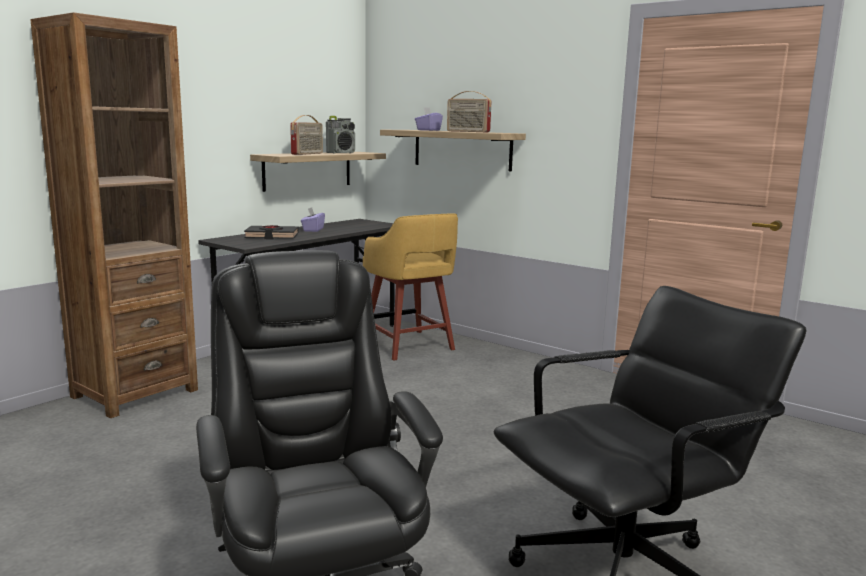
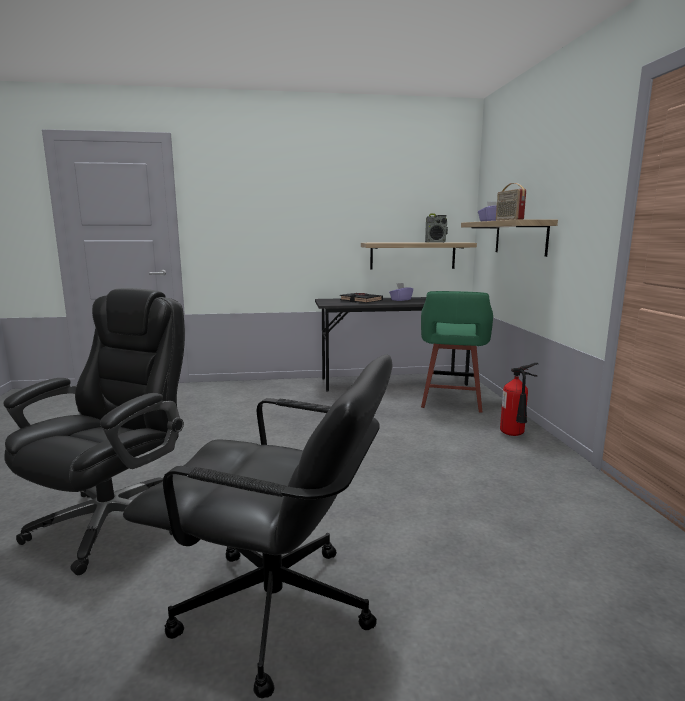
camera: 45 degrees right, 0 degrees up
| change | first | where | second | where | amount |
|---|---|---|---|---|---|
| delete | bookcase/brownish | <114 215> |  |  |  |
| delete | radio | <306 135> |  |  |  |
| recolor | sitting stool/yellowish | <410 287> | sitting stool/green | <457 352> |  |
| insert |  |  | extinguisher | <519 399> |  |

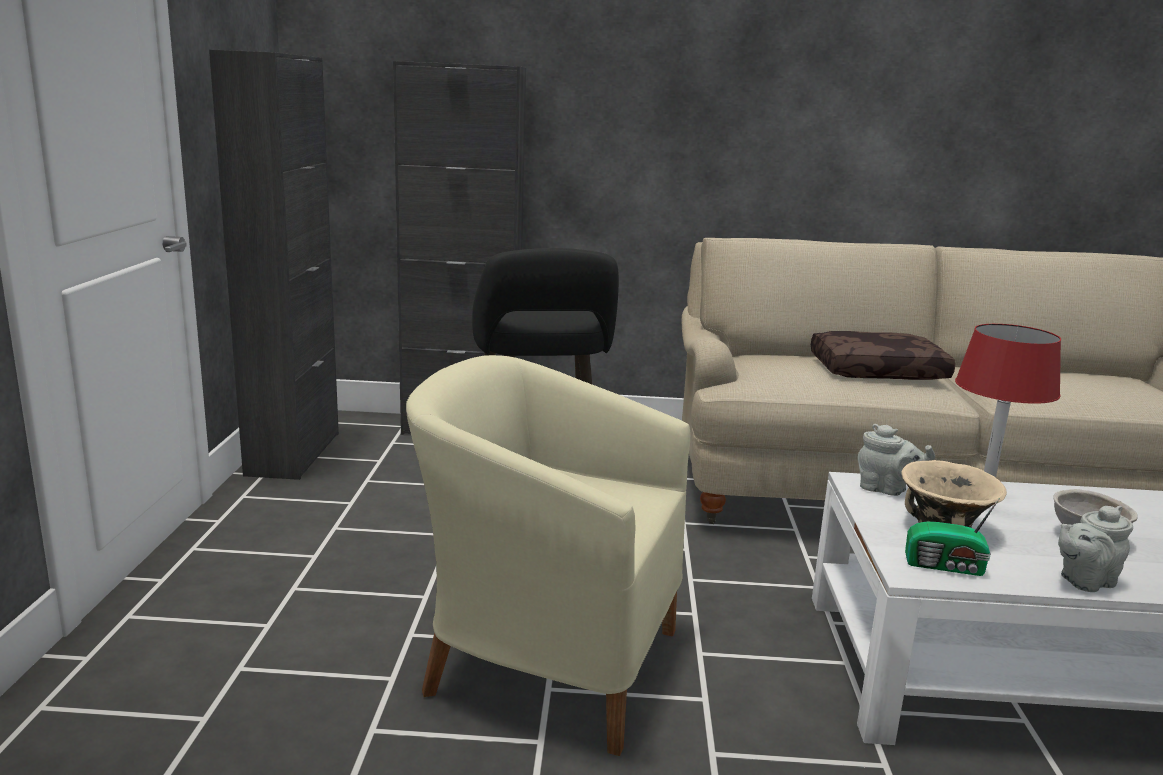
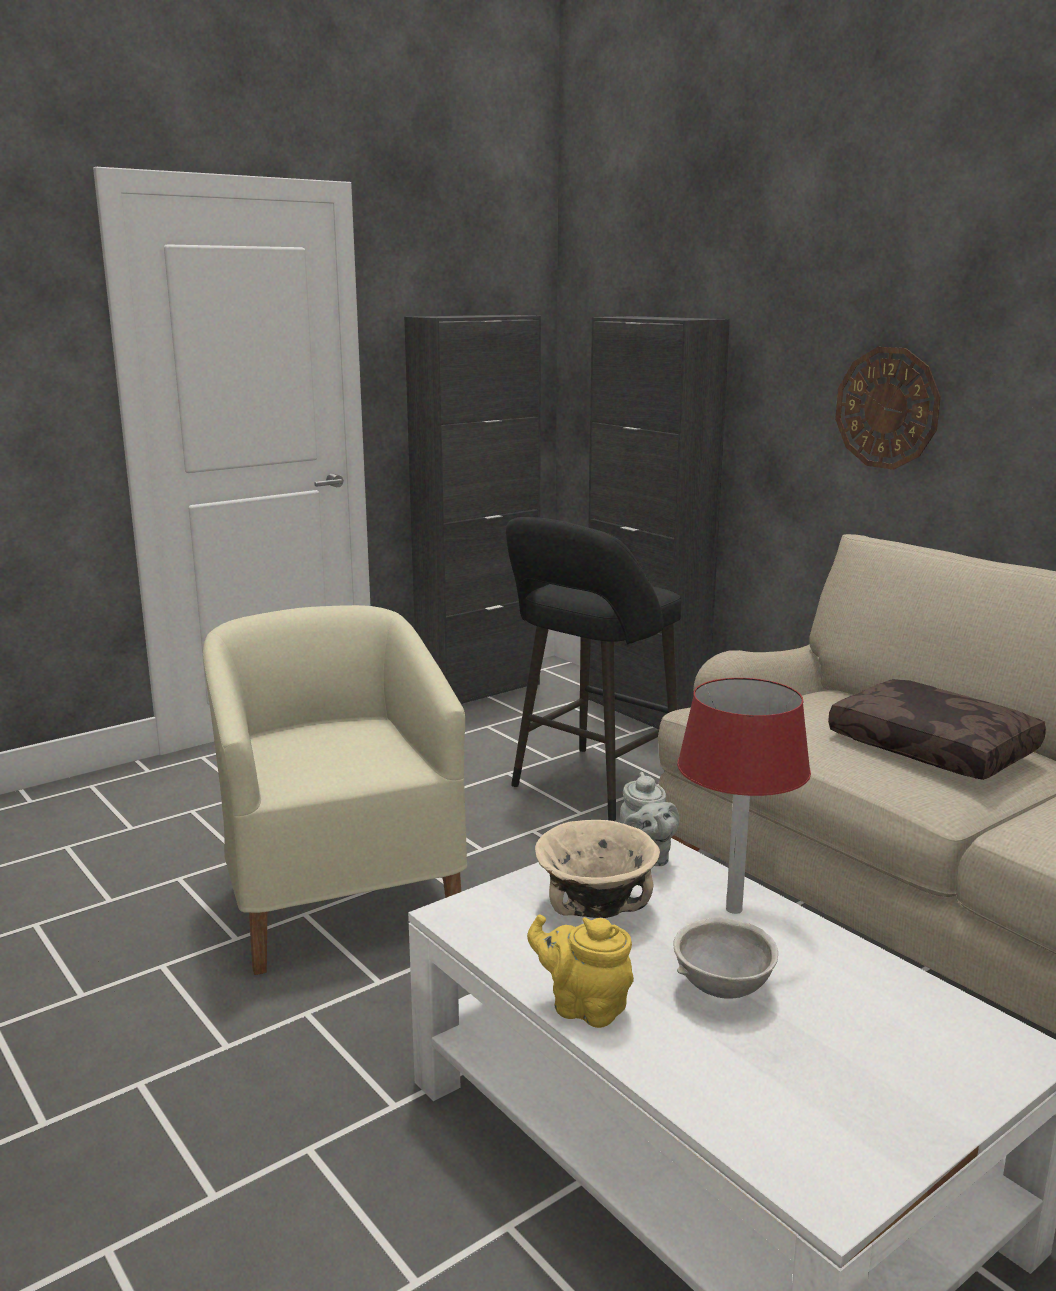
camera: 50 degrees right, 0 degrees up
| change | first | where | second | where | amount |
|---|---|---|---|---|---|
| delete | radio | <952 537> |  |  |  |
| recolor | teapot/greyish | <1095 549> | teapot/yellowish | <580 971> |  |
| insert |  |  | clock on the wall | <888 408> |  |

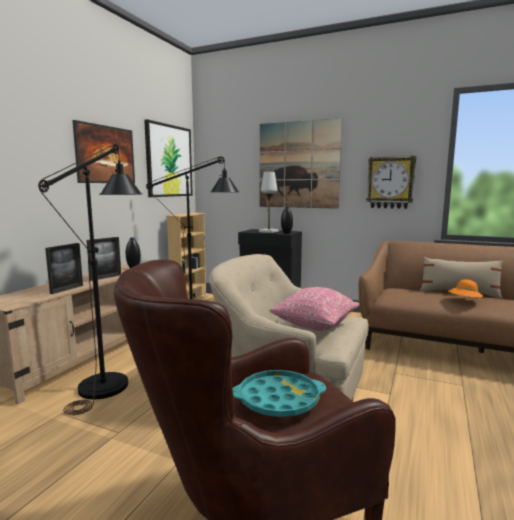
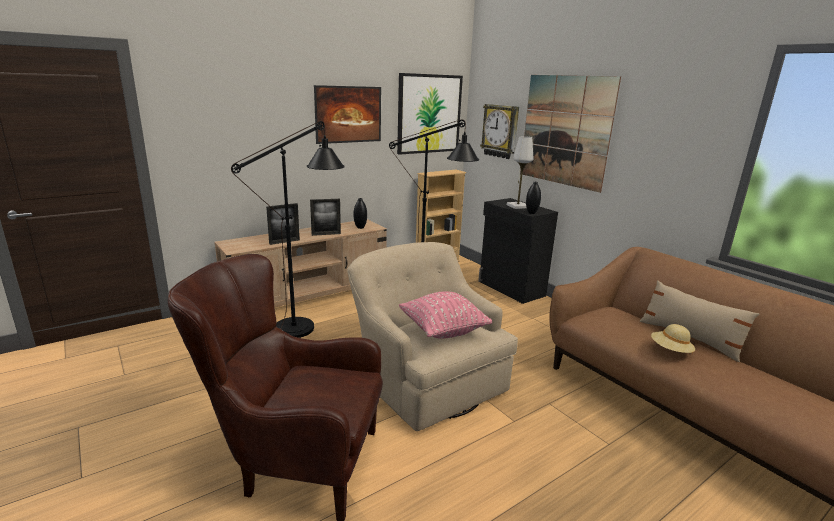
camera: 30 degrees right, 10 degrees up
| change | first | where | second | where | amount |
|---|---|---|---|---|---|
| move | clock on the wall | <391 182> |  | <499 131> |  |
| recolor | hat/orangey | <465 289> | hat/sand-coloured | <673 338> |  |
| delete | tray/turquoise | <279 393> |  |  |  |

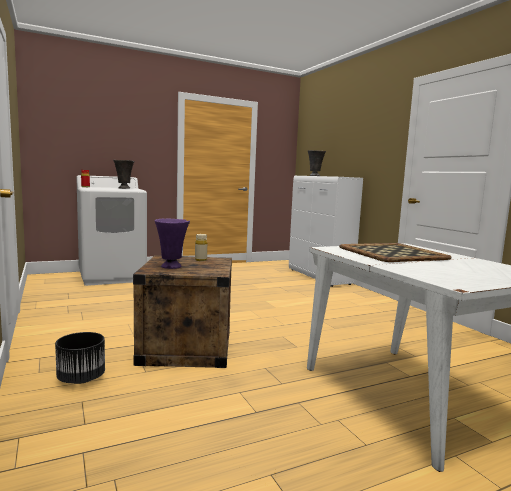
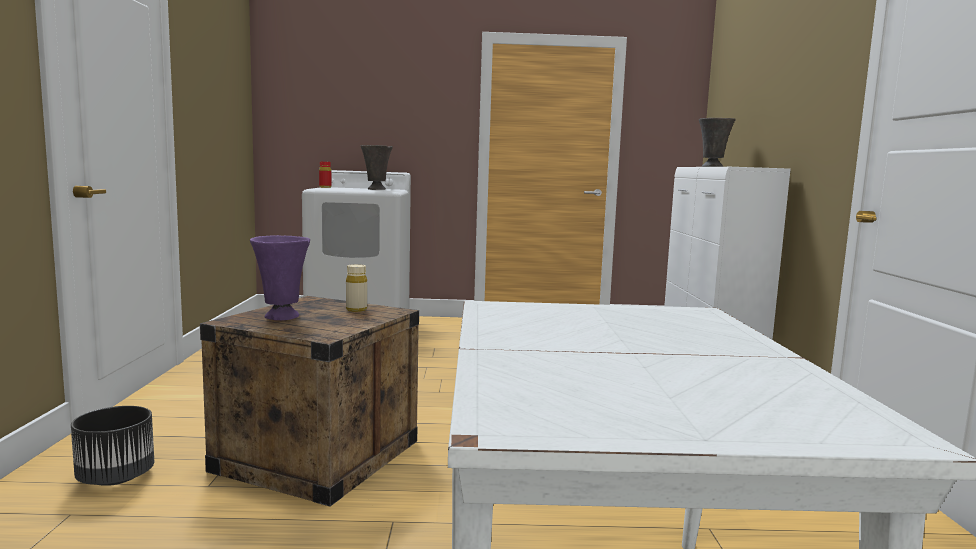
camera: 25 degrees right, 0 degrees up
| change | first | where | second | where | amount |
|---|---|---|---|---|---|
| delete | tray | <395 252> |  |  |  |

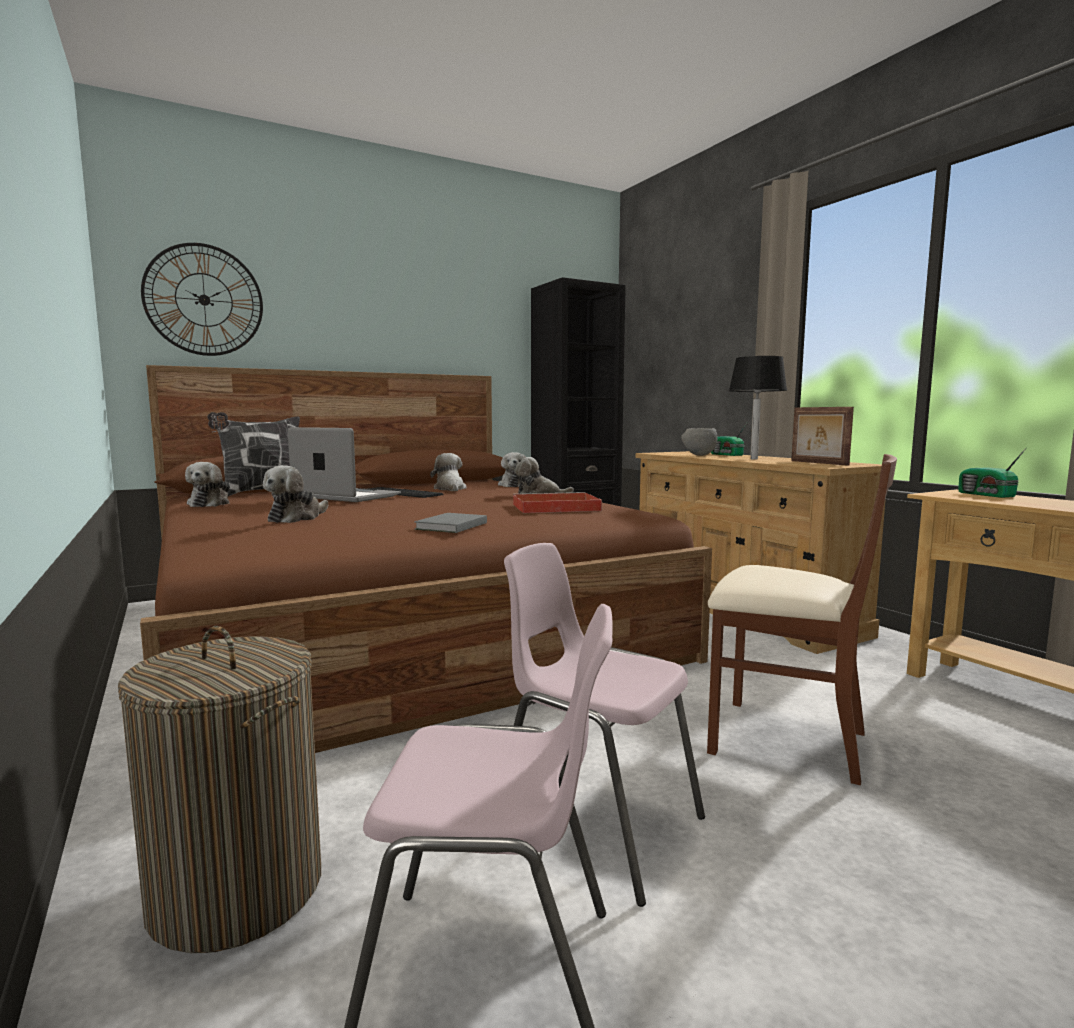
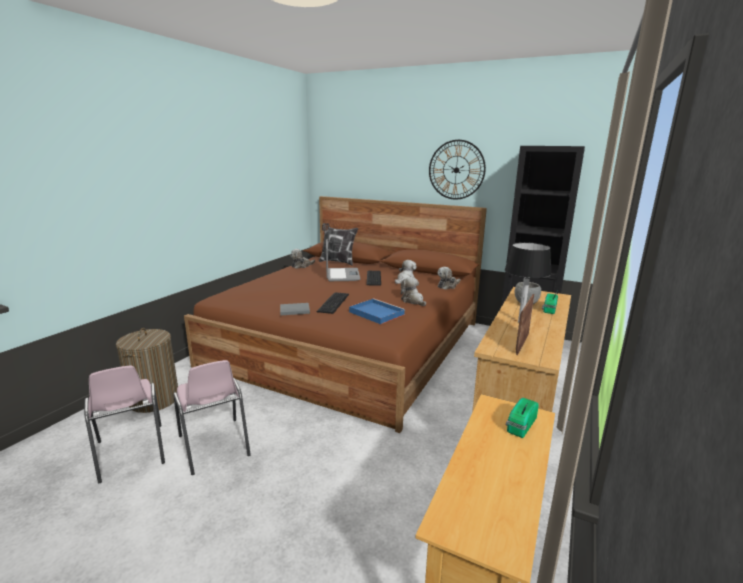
camera: 55 degrees right, 10 degrees up
| change | first | where | second | where | amount |
|---|---|---|---|---|---|
| move | clock on the wall | <202 299> |  | <457 170> |  |
| delete | chair/brownish | <802 619> |  |  |  |
| delete | soft toy | <295 494> |  |  |  |
| recolor | tray/reddish | <557 502> | tray/blue | <377 311> |  |
| rotate | chair/pinkish | <604 725> |  | <212 417> | 150 degrees clockwise |
| insert |  |  | computer keyboard | <332 303> |  |

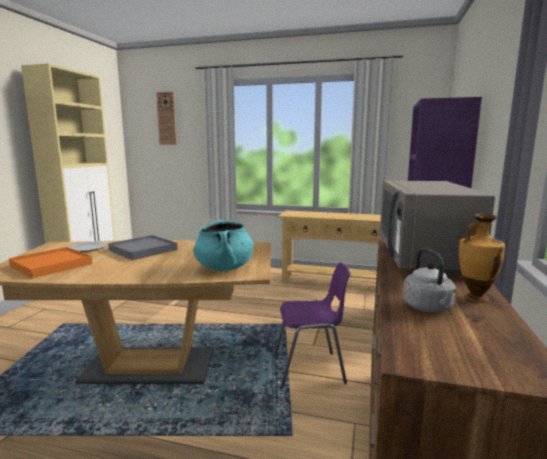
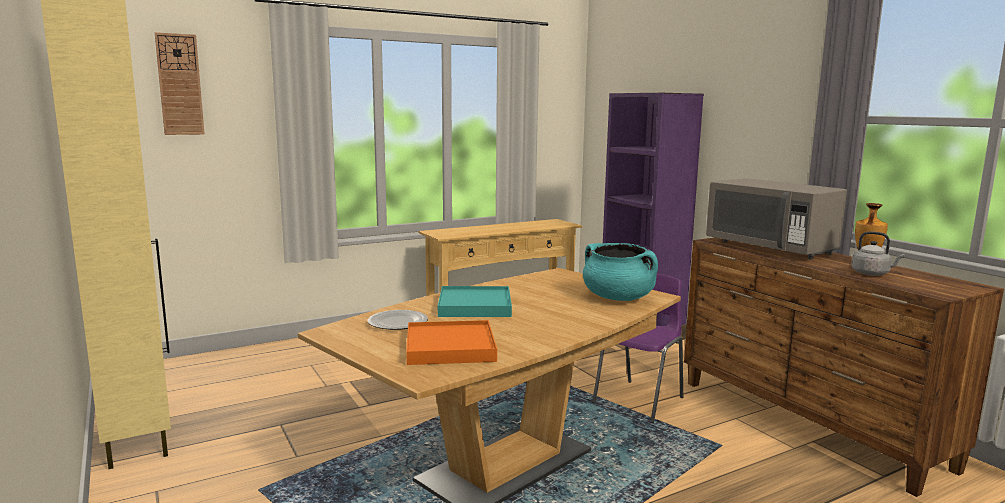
camera: 45 degrees left, 0 degrees up
| change | first | where | second | where | amount |
|---|---|---|---|---|---|
| recolor | tray/greyish | <143 247> | tray/turquoise | <475 301> |  |

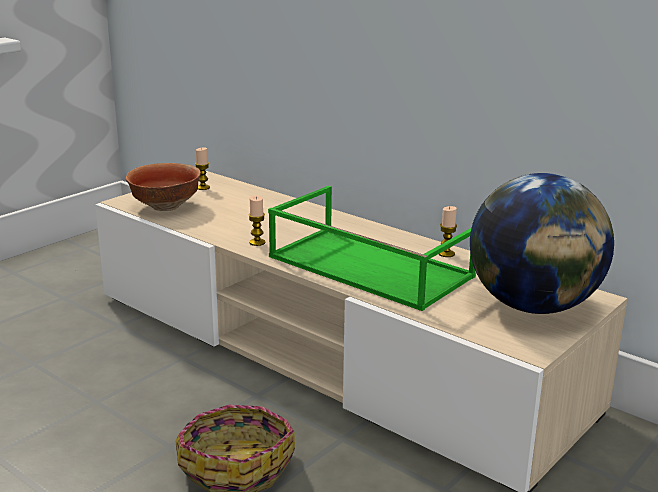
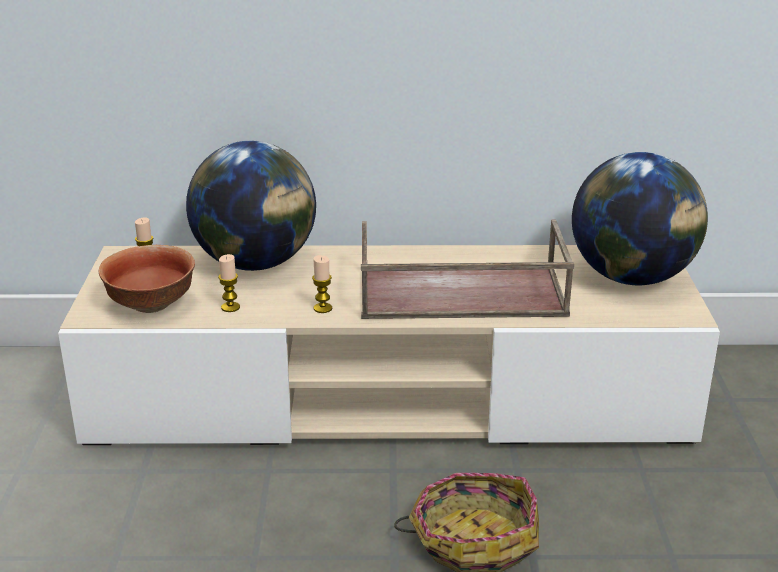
camera: 40 degrees left, 5 degrees up
| change | first | where | second | where | amount |
|---|---|---|---|---|---|
| recolor | tray/green | <372 248> | tray/brownish | <467 269> |  |
| move | candle | <448 231> |  | <229 283> |  |
| insert |  |  | desk globe | <251 206> |  |

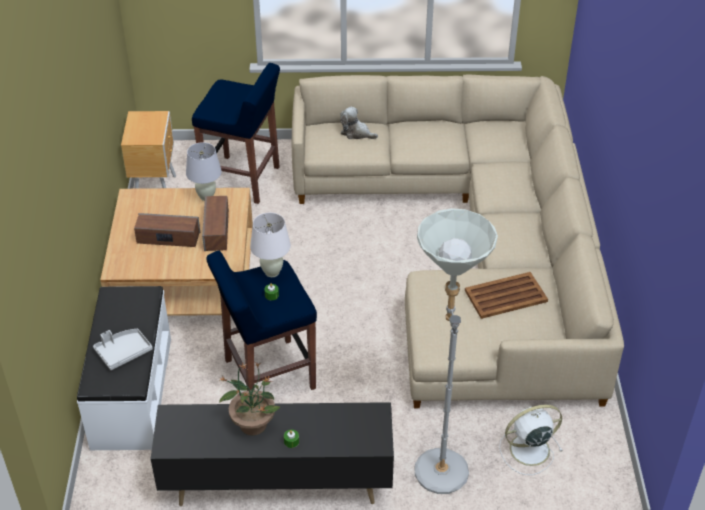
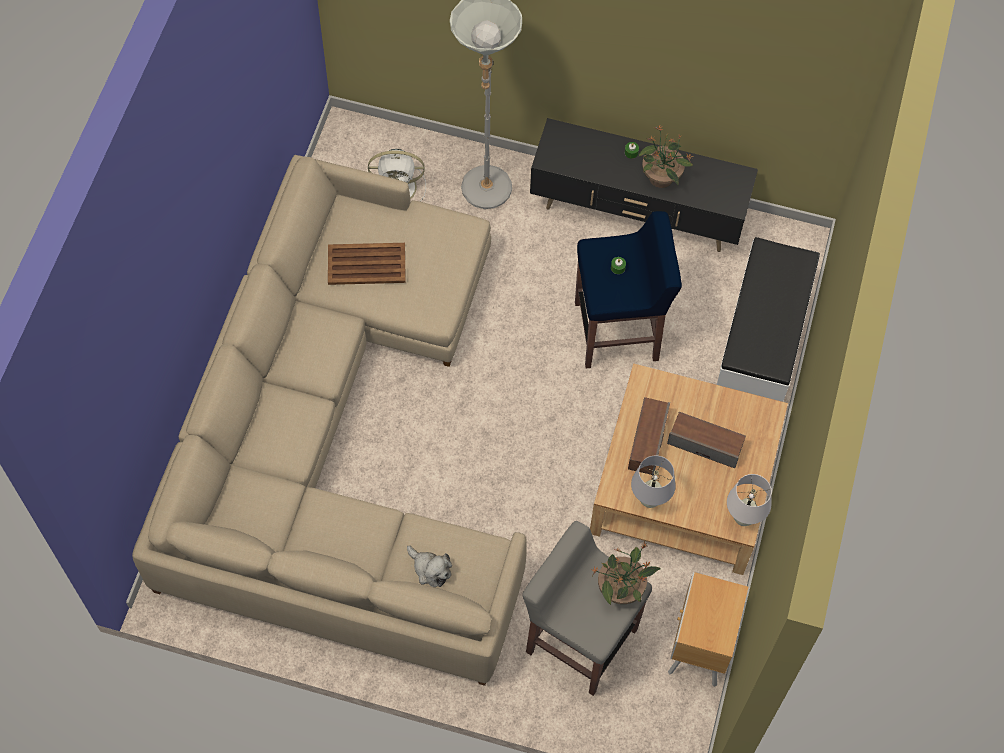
camera: 165 degrees left, 20 degrees up
| change | first | where | second | where | amount |
|---|---|---|---|---|---|
| recolor | sitting stool/blue | <236 133> | sitting stool/greyish | <587 608> |  |
| move | tabletop lamp/white-coloured | <270 245> |  | <749 500> |  |
| delete | tray/greyish | <123 349> |  |  |  |
| insert |  |  | plant in a pot | <626 573> |  |

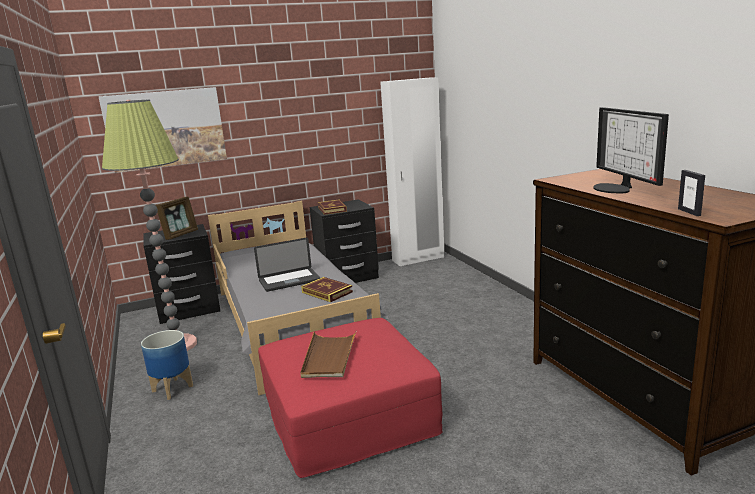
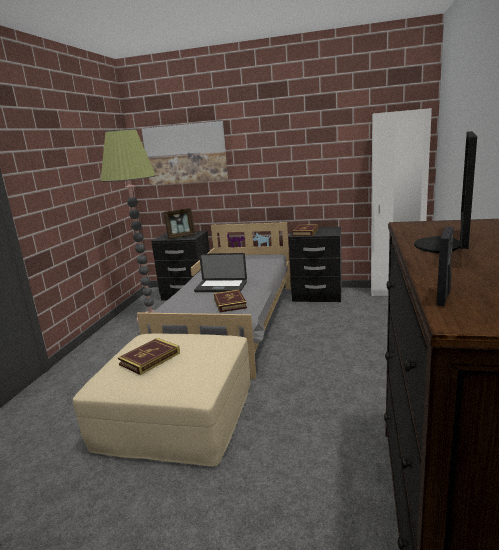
camera: 35 degrees right, 0 degrees up
| change | first | where | second | where | amount |
|---|---|---|---|---|---|
| recolor | pouffe/reddish | <350 398> | pouffe/sand-coloured | <162 400> |  |
| delete | plant pot | <167 365> |  |  |  |
| replace | tray/brownish | <328 355> | volume | <149 356> |  |

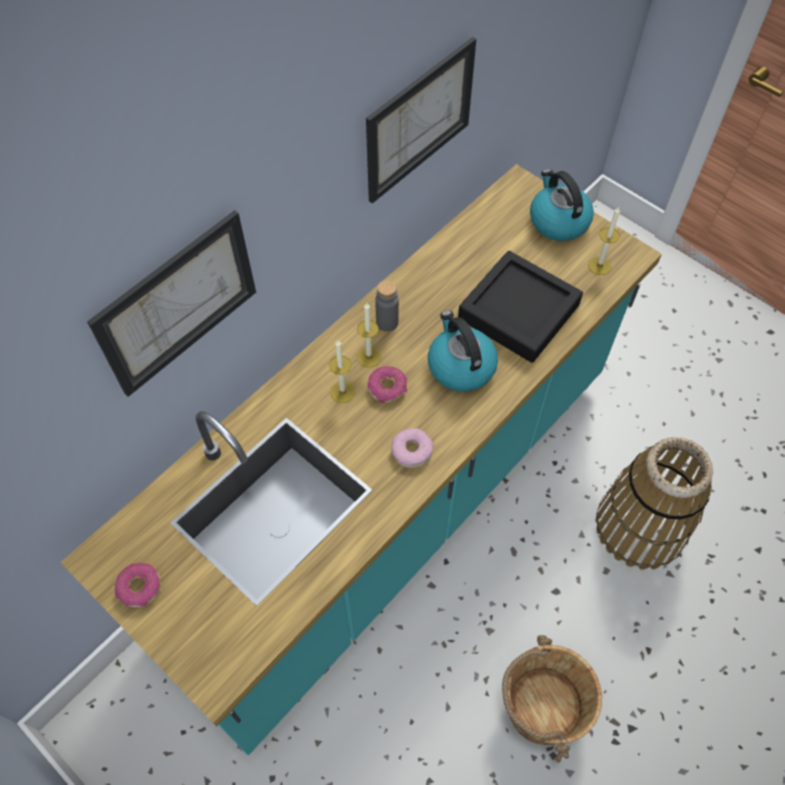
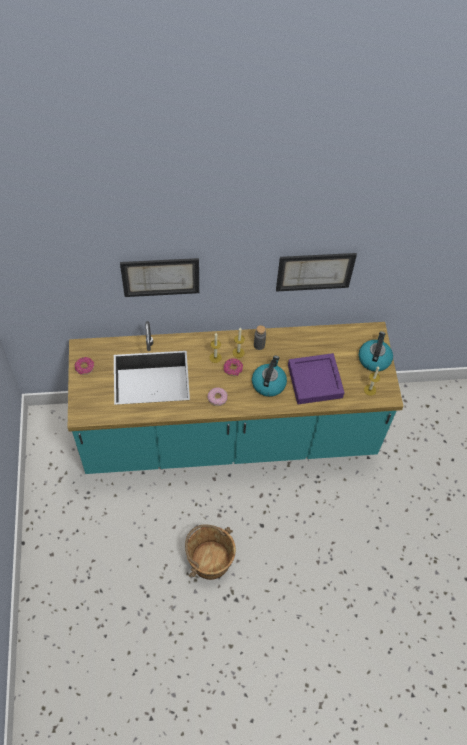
camera: 40 degrees right, 0 degrees up
| change | first | where | second | where | amount |
|---|---|---|---|---|---|
| recolor | tray/black | <520 307> | tray/purplish | <316 378> |  |
| delete | basket | <654 503> |  |  |  |

